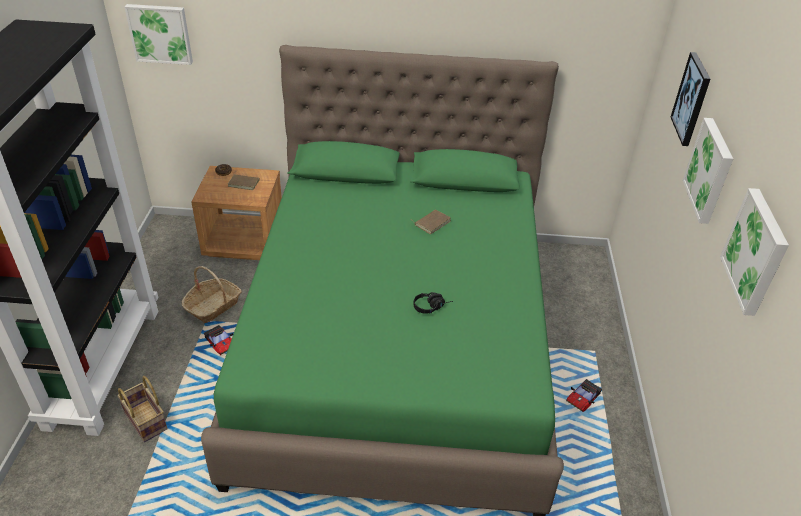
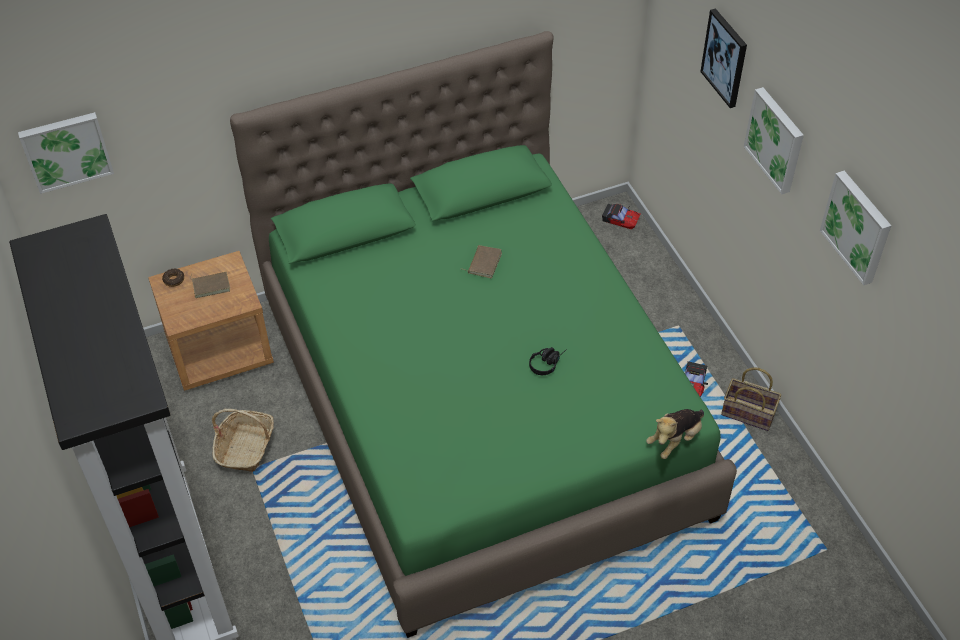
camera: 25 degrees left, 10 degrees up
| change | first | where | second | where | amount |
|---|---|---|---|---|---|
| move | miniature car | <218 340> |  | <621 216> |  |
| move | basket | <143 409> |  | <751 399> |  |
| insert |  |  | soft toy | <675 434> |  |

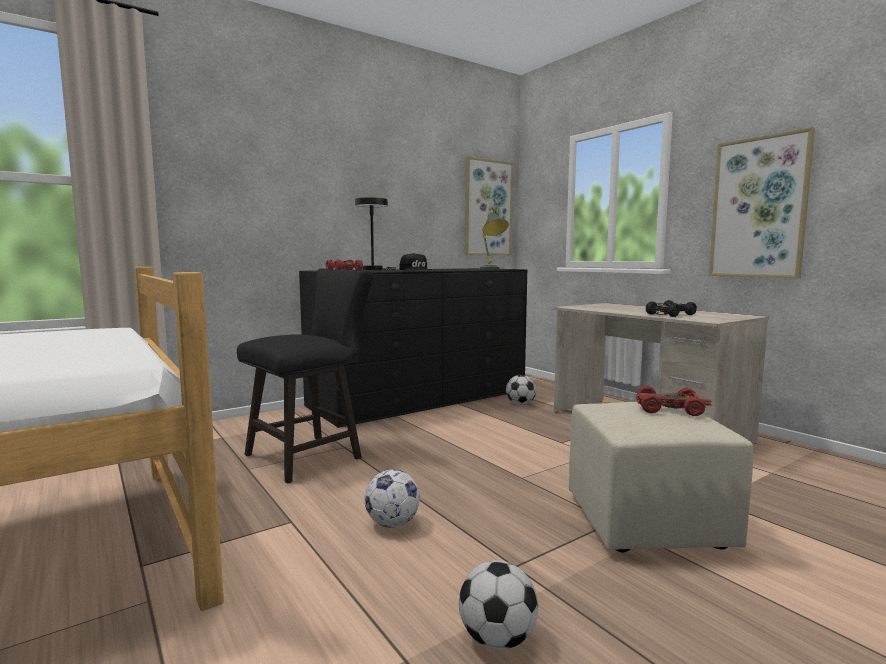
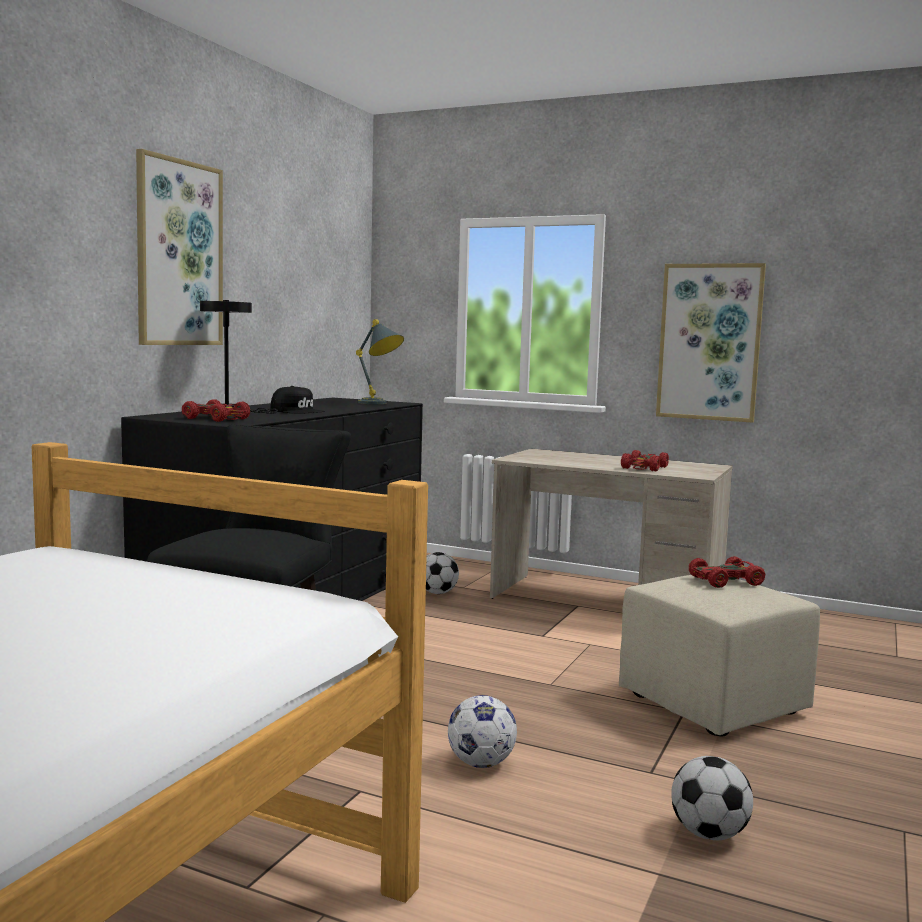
camera: 30 degrees left, 0 degrees up
| change | first | where | second | where | amount |
|---|---|---|---|---|---|
| move | picture | <489 205> |  | <179 247> |  |
| recolor | miniature car/black | <671 308> | miniature car/reddish | <645 461> |  |

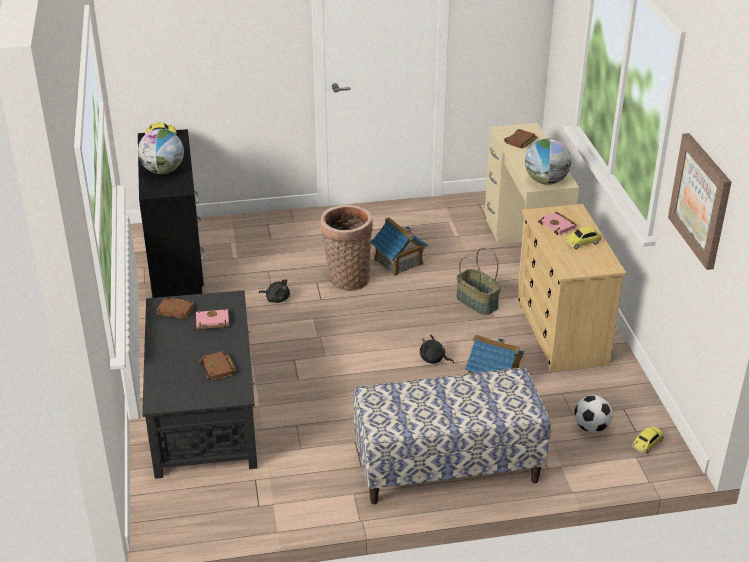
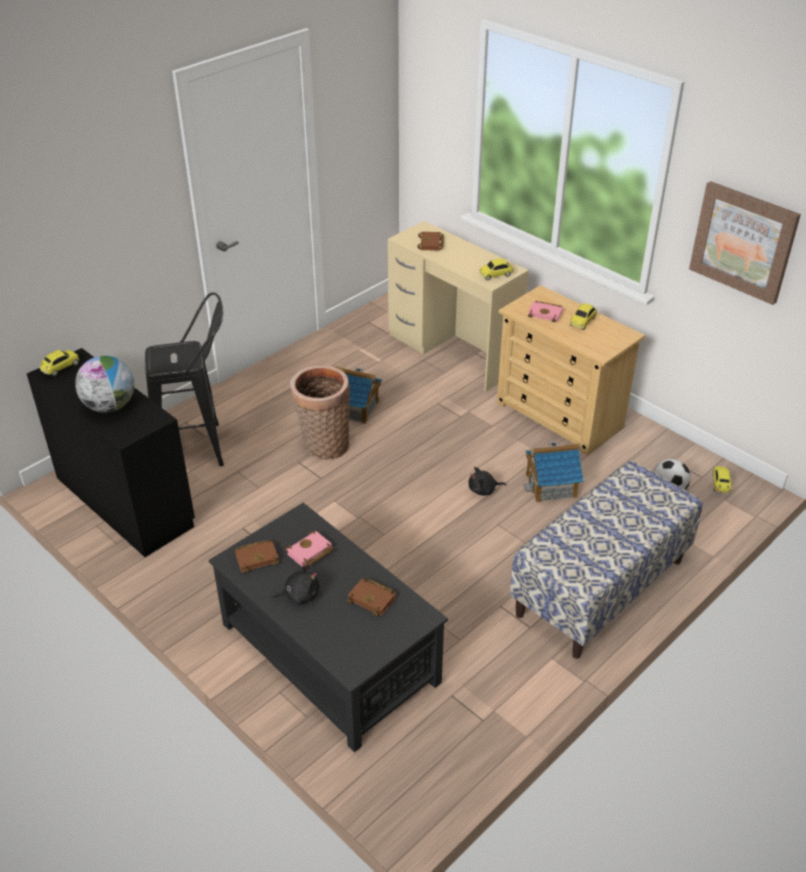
camera: 35 degrees left, 5 degrees up
| change | first | where | second | where | amount |
|---|---|---|---|---|---|
| replace | desk globe | <548 161> | miniature car | <496 270> |  |
| delete | basket | <479 281> |  |  |  |
| move | soft toy/black | <274 291> |  | <295 585> |  |
| insert |  |  | sitting stool/black | <184 379> |  |

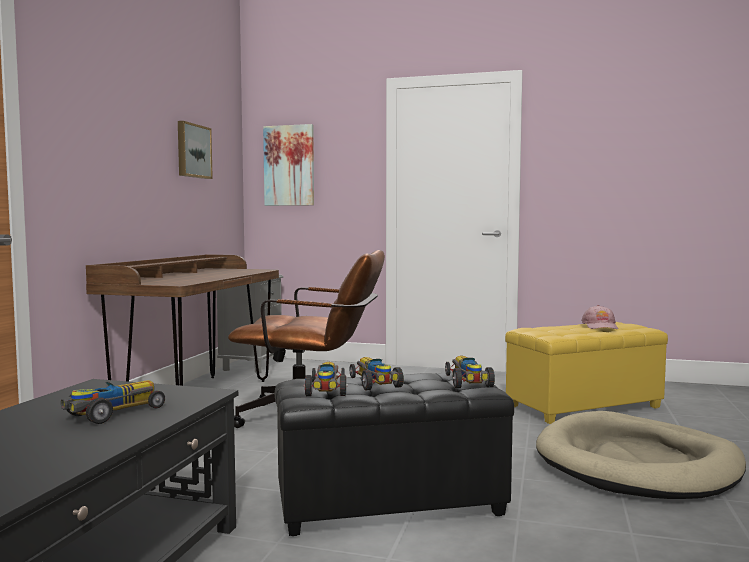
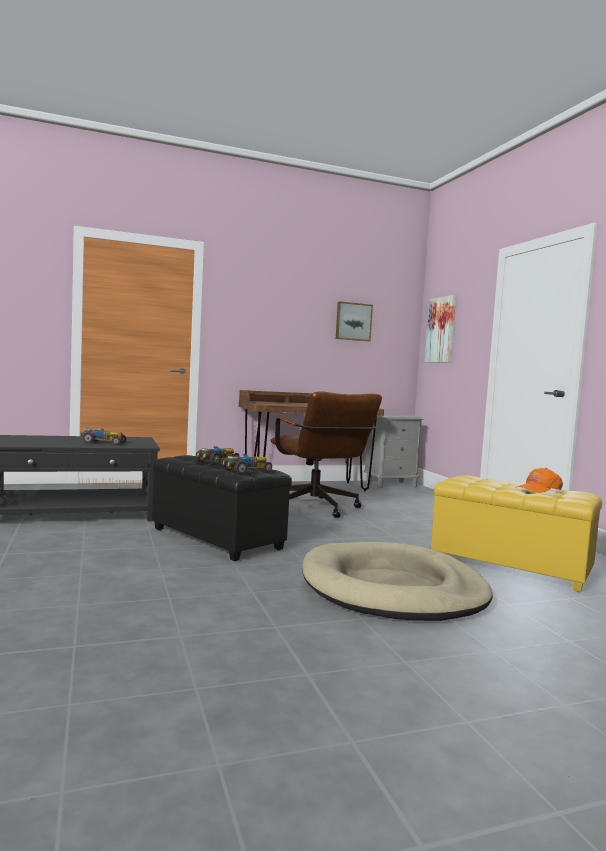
camera: 55 degrees right, 0 degrees up
| change | first | where | second | where | amount |
|---|---|---|---|---|---|
| recolor | baseball cap/pinkish | <599 317> | baseball cap/orangey | <540 480> |  |
| delete | miniature car | <326 379> |  |  |  |

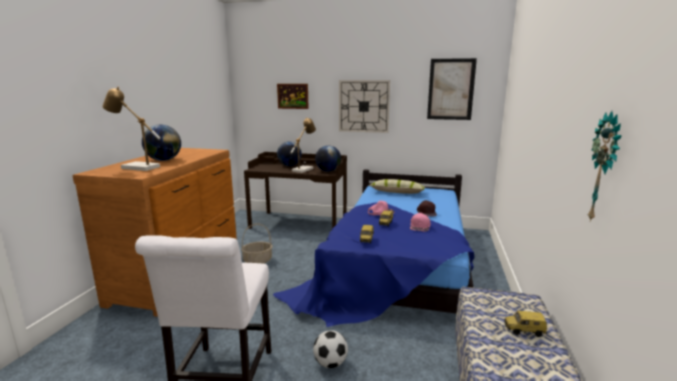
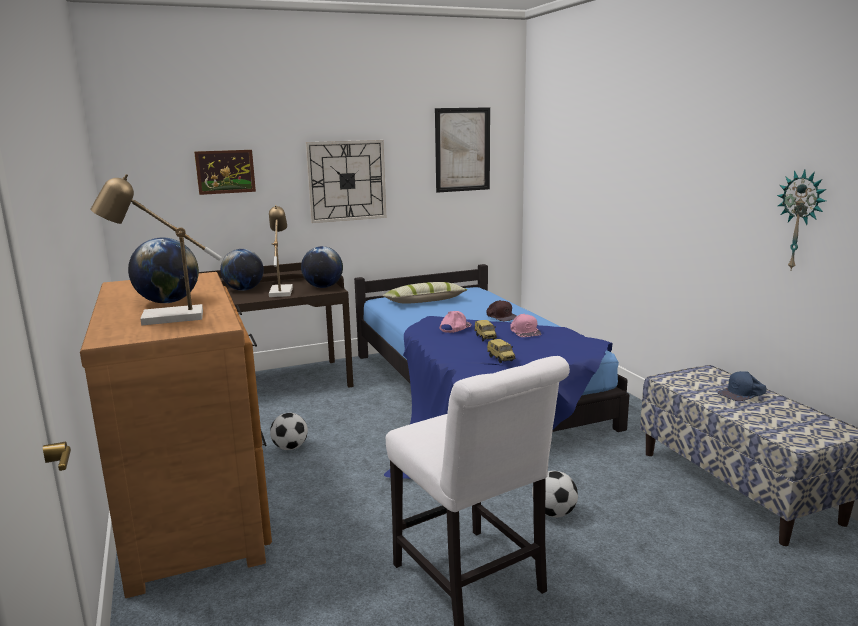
camera: 35 degrees left, 0 degrees up
| change | first | where | second | where | amount |
|---|---|---|---|---|---|
| replace | basket | <257 243> | ball for football | <289 431> |  |
| replace | miniature car | <526 324> | baseball cap/blue | <742 386> |  |

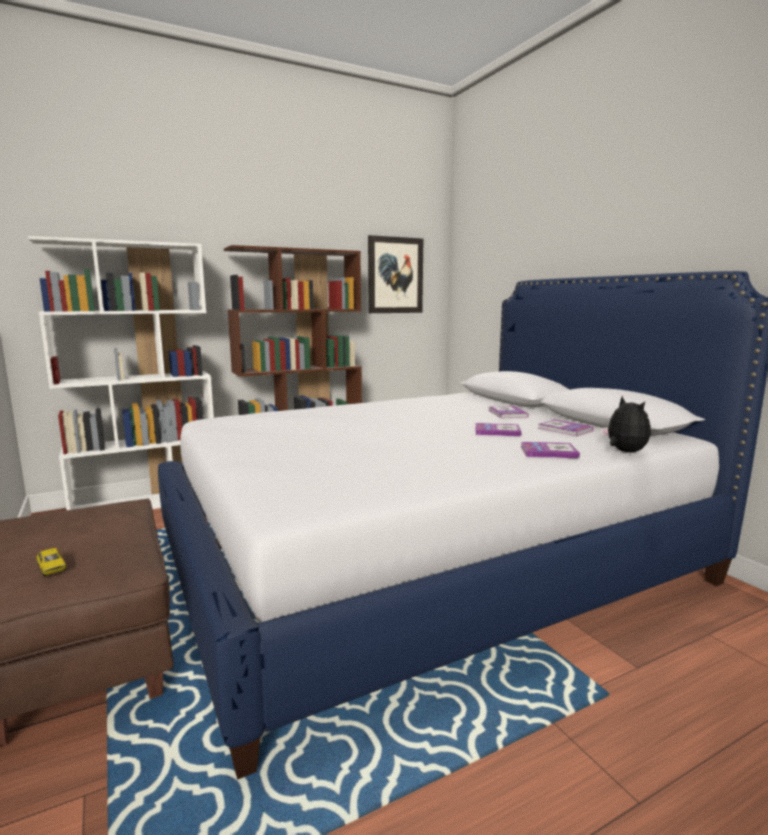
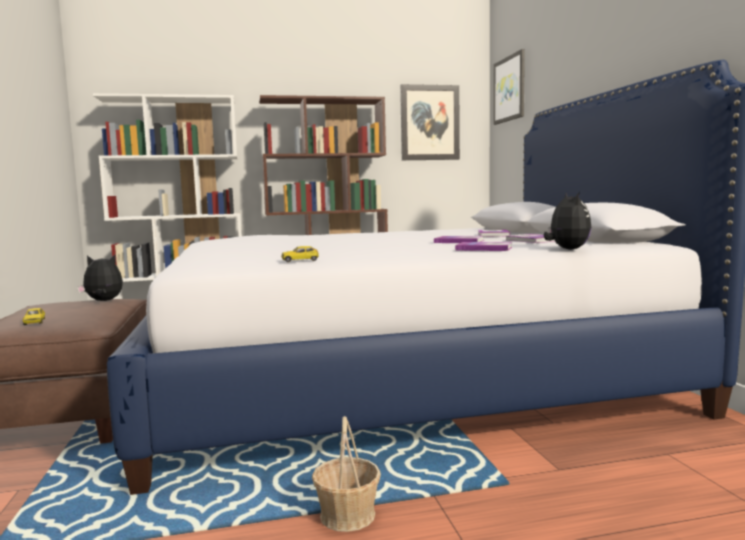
camera: 15 degrees right, 5 degrees down
| change | first | where | second | where | amount |
|---|---|---|---|---|---|
| insert |  |  | picture | <509 87> |  |
| insert |  |  | miniature car | <300 254> |  |
| insert |  |  | soft toy | <100 278> |  |
| insert |  |  | basket | <346 474> |  |

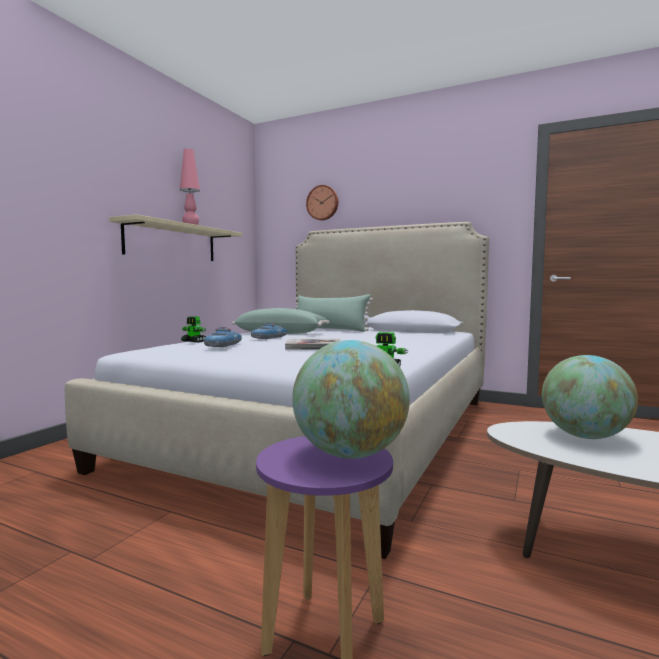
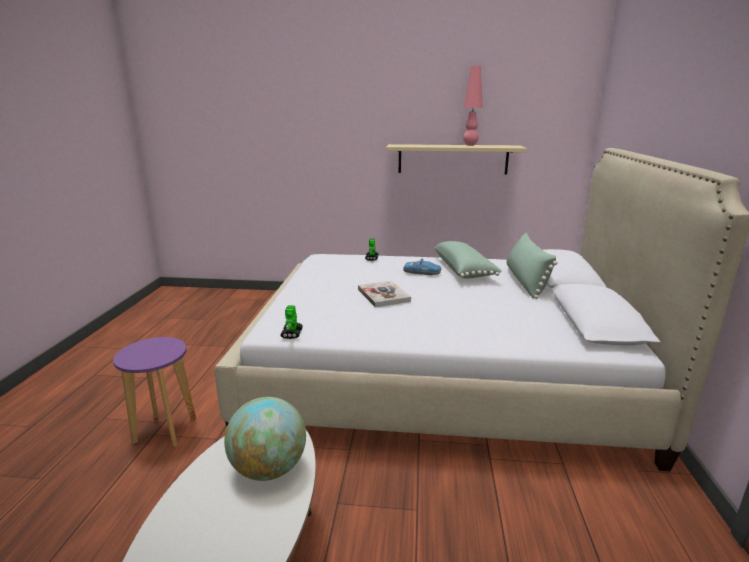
camera: 70 degrees right, 15 degrees up
| change | first | where | second | where | amount |
|---|---|---|---|---|---|
| delete | clock on the wall | <322 202> |  |  |  |
| delete | miniature car | <223 337> |  |  |  |
| delete | desk globe | <351 399> |  |  |  |

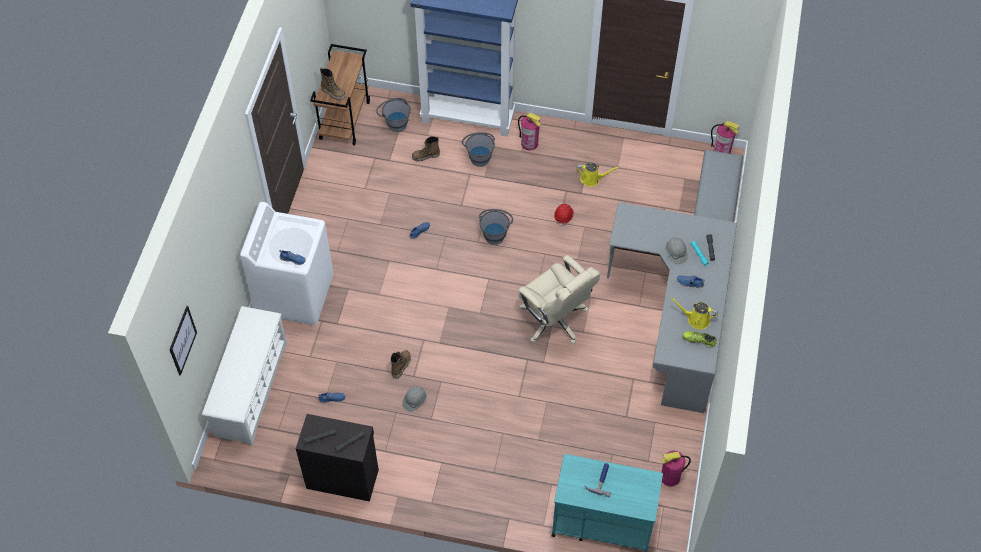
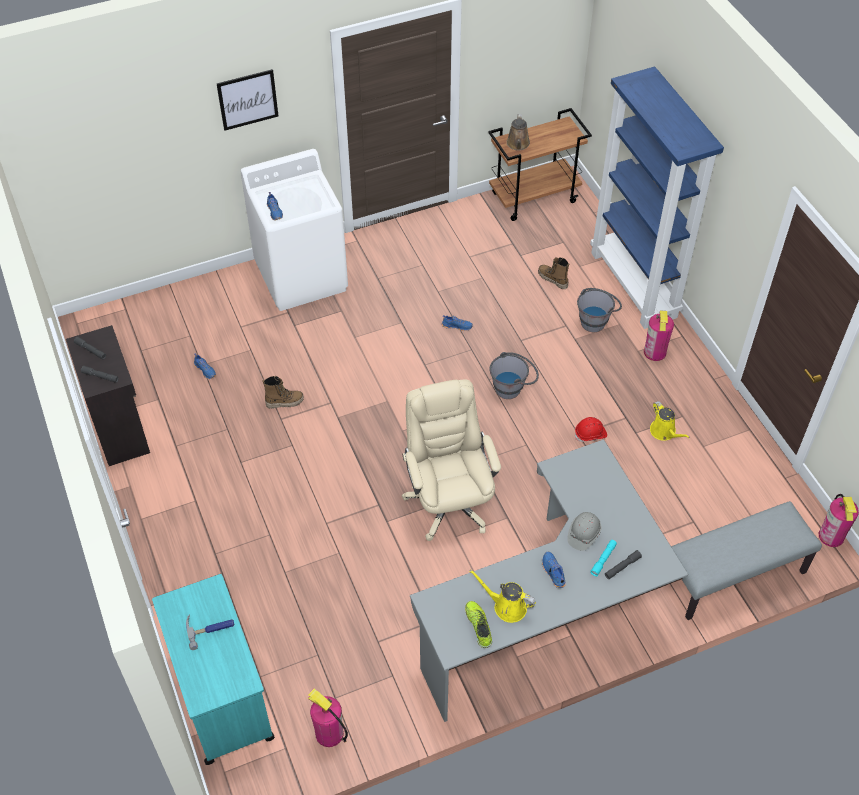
camera: 55 degrees right, 5 degrees down
| change | first | where | second | where | amount |
|---|---|---|---|---|---|
| replace | high-top boot | <333 83> | watering pot/brownish | <518 132> |  |
| delete | pail/greyish | <393 115> |  |  |  |
| rotate | computer chair/sand-coloured | <559 299> |  | <451 460> | 150 degrees clockwise |
| rotate | watering pot/yellowish | <694 314> |  | <502 596> | 45 degrees counterclockwise |
| move | picture | <183 341> |  | <247 100> |  |
| delete | shoe stand/white-coloured | <244 376> |  |  |  |
| delete | hard hat/greyish | <414 399> |  |  |  |

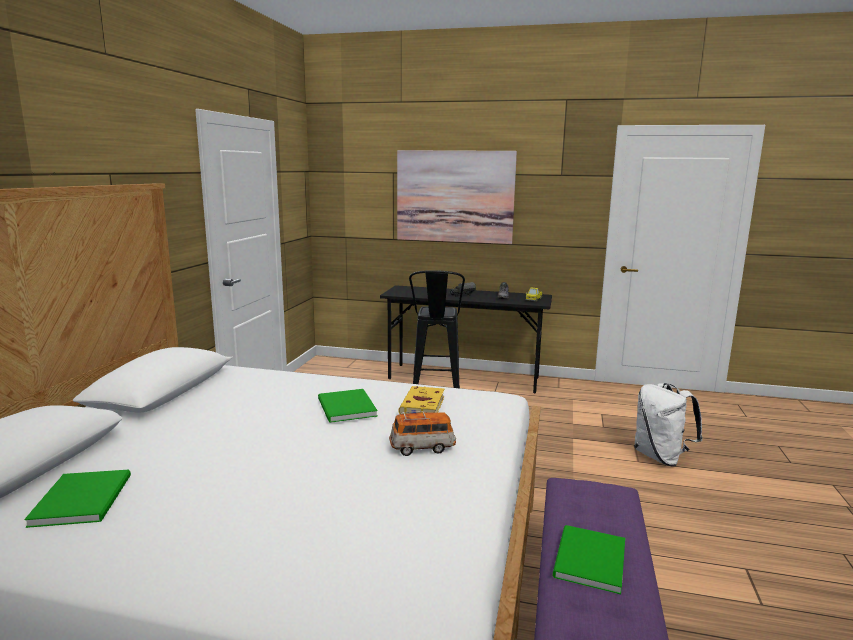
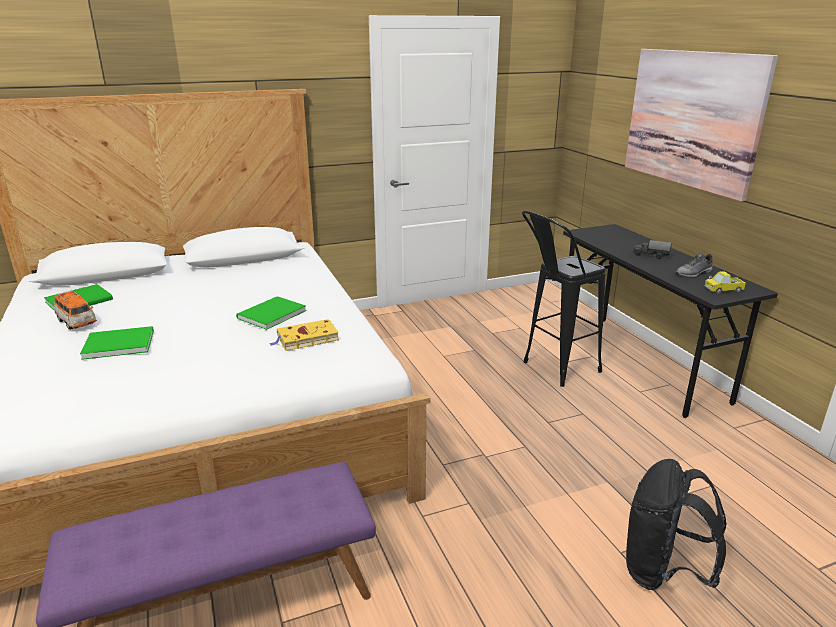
camera: 55 degrees right, 10 degrees up
| change | first | where | second | where | amount |
|---|---|---|---|---|---|
| recolor | knapsack/white-coloured | <668 424> | knapsack/black | <676 524> |  |
| move | miniature car | <422 433> |  | <75 310> |  |
| move | volume/green | <589 559> |  | <117 343> |  |

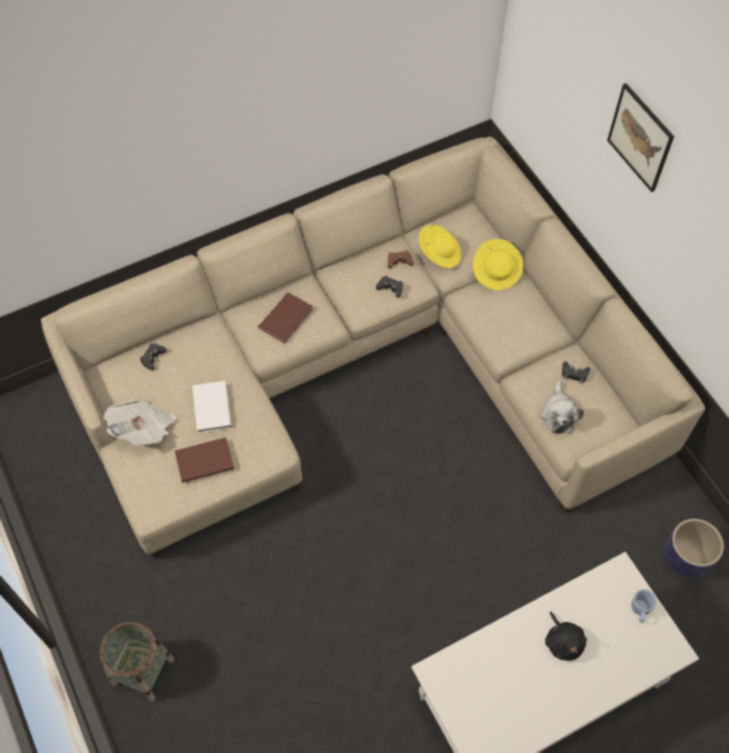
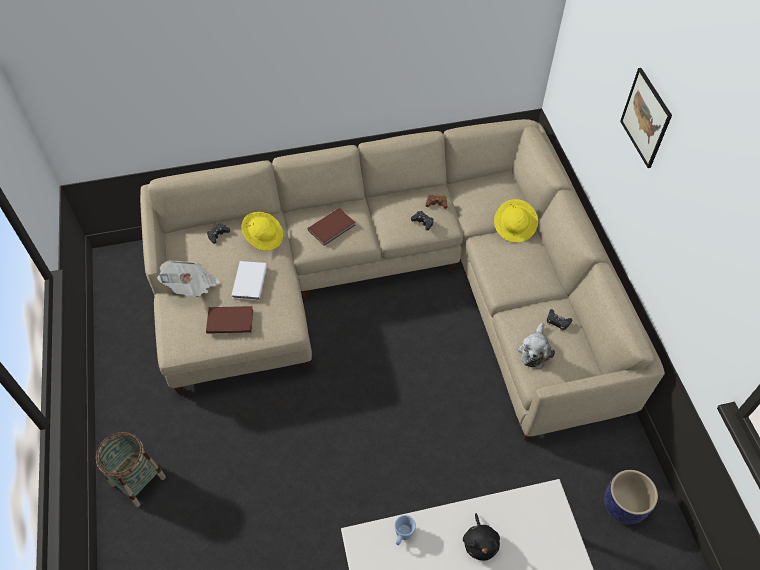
camera: 15 degrees right, 5 degrees down
| change | first | where | second | where | amount |
|---|---|---|---|---|---|
| move | hat/yellowish | <440 246> |  | <262 231> |  |
| move | tea mug/blue | <644 606> |  | <405 530> |  |

